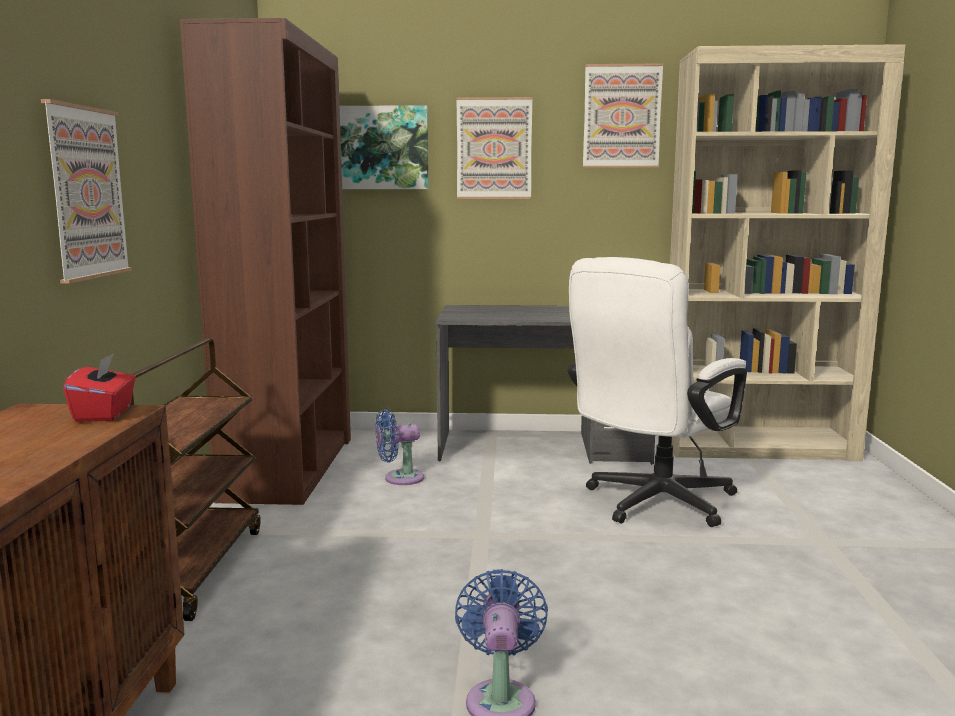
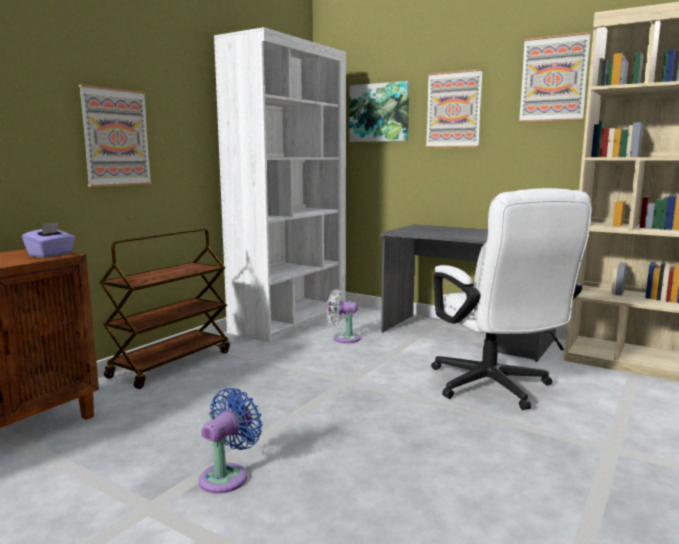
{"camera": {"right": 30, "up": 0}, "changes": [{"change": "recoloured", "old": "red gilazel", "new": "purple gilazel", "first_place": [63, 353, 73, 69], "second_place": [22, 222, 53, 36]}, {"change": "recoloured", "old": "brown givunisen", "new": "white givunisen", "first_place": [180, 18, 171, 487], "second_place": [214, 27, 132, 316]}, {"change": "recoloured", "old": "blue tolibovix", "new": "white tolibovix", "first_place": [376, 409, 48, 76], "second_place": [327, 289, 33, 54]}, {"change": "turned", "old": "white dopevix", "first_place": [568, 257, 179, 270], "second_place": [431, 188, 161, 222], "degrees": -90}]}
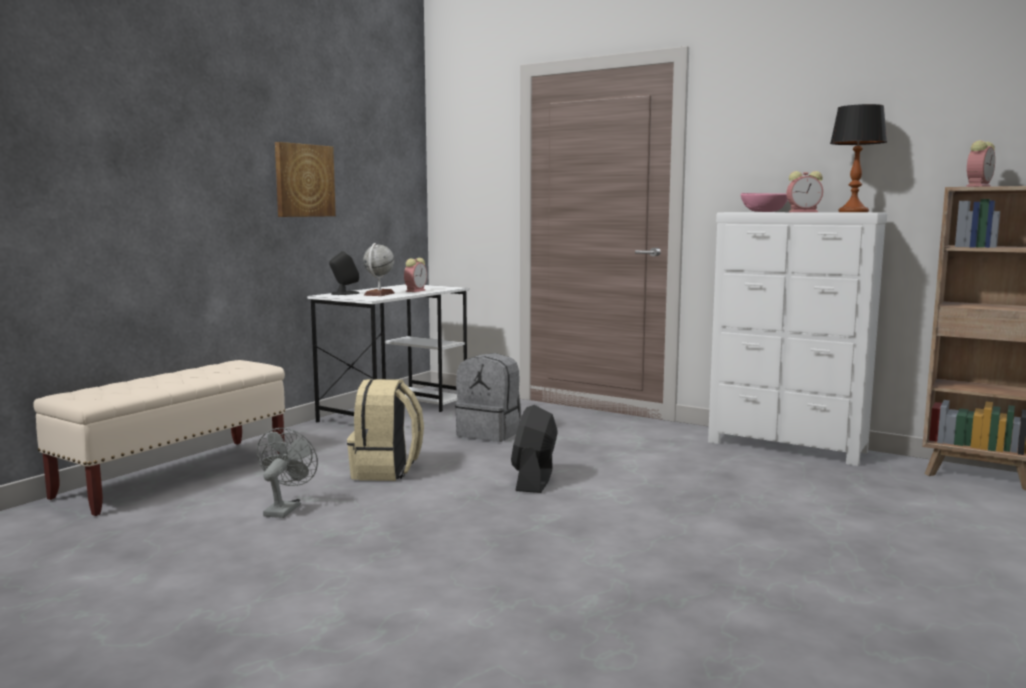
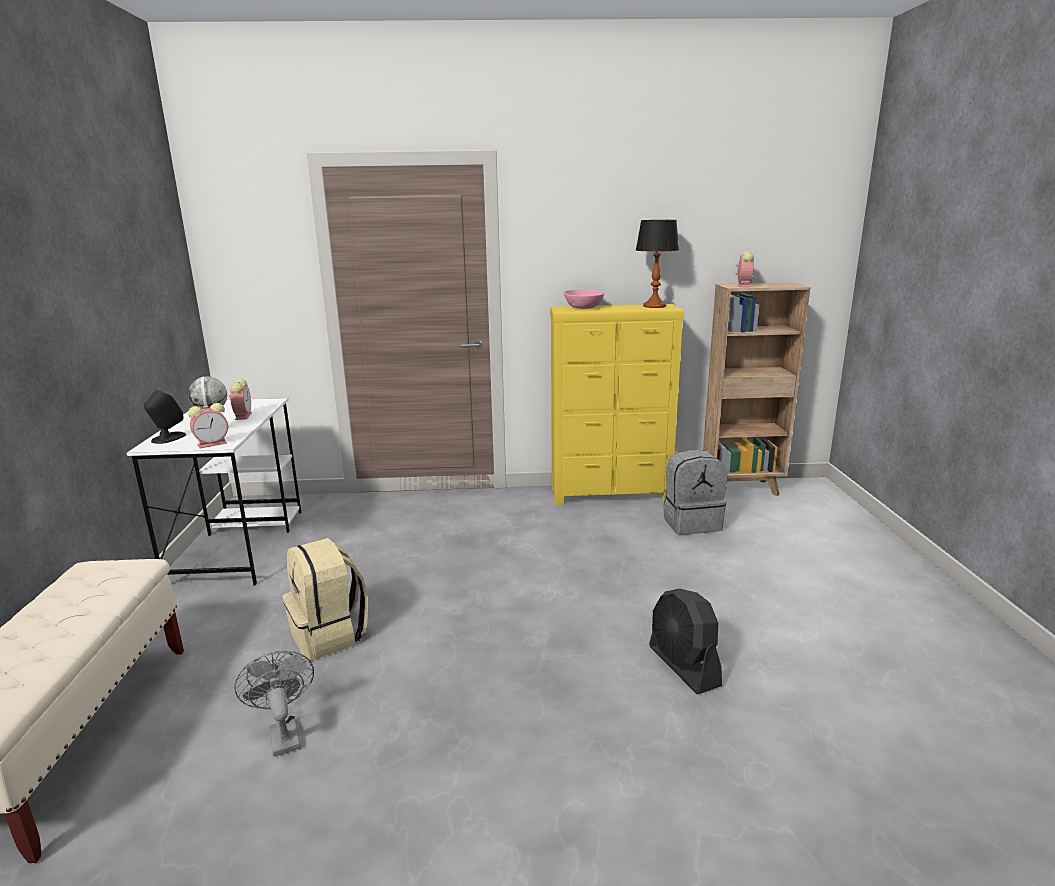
{"camera": {"right": -35, "up": 10}, "changes": [{"change": "moved", "old": "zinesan", "first_place": [786, 171, 37, 41], "second_place": [188, 403, 40, 45]}, {"change": "recoloured", "old": "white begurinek", "new": "yellow begurinek", "first_place": [708, 212, 179, 254], "second_place": [550, 304, 134, 201]}, {"change": "moved", "old": "black tolibovix", "first_place": [511, 405, 46, 88], "second_place": [649, 588, 73, 107]}, {"change": "moved", "old": "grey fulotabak", "first_place": [455, 353, 66, 89], "second_place": [663, 449, 64, 86]}, {"change": "removed", "old": "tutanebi", "first_place": [275, 142, 61, 75]}]}
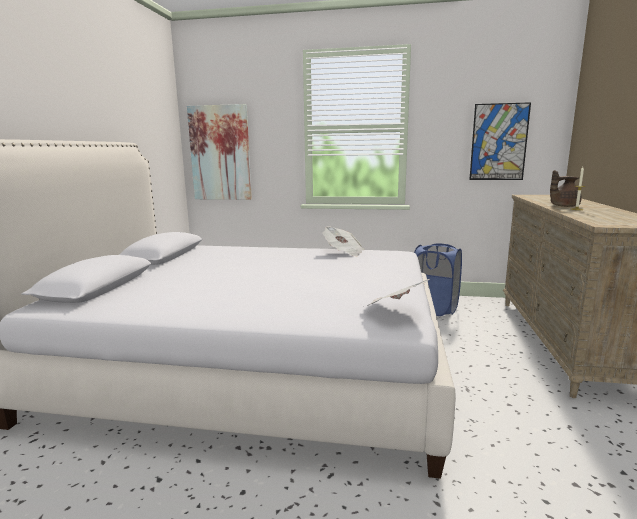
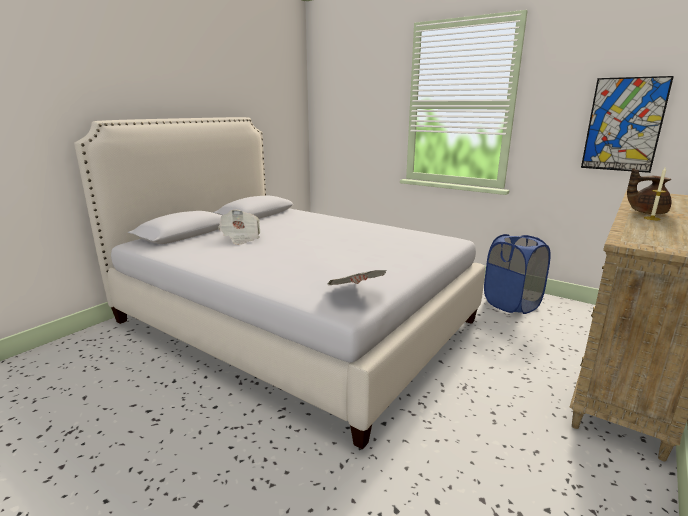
{"camera": {"right": 25, "up": 5}, "changes": [{"change": "moved", "old": "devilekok", "first_place": [323, 226, 41, 31], "second_place": [218, 210, 42, 35]}, {"change": "removed", "old": "tutanebi", "first_place": [187, 104, 65, 96]}]}
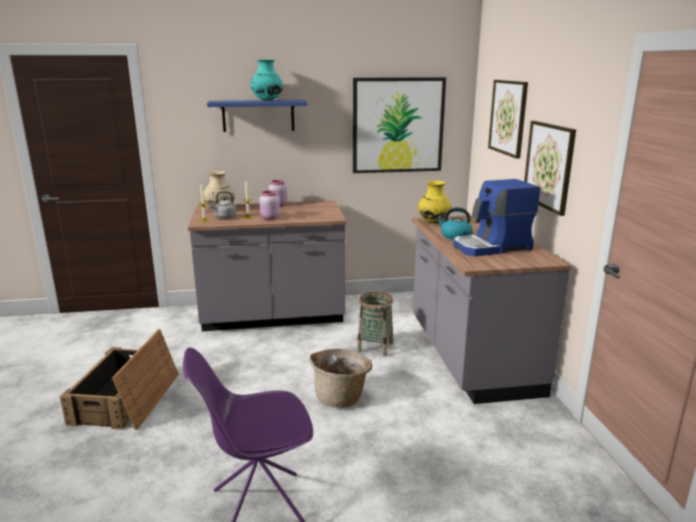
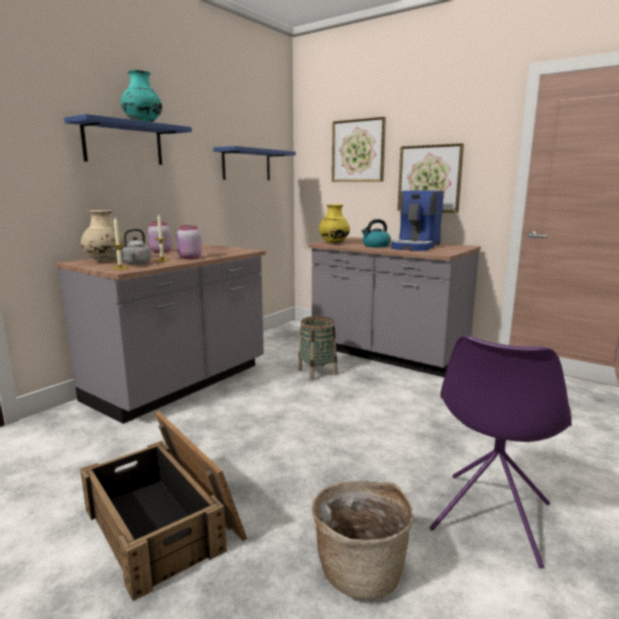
{"camera": {"right": -45, "up": -5}, "changes": [{"change": "replaced", "old": "tutanebi", "new": "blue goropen", "first_place": [353, 77, 93, 96], "second_place": [213, 146, 83, 34]}, {"change": "moved", "old": "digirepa", "first_place": [309, 349, 63, 59], "second_place": [312, 481, 101, 119]}]}
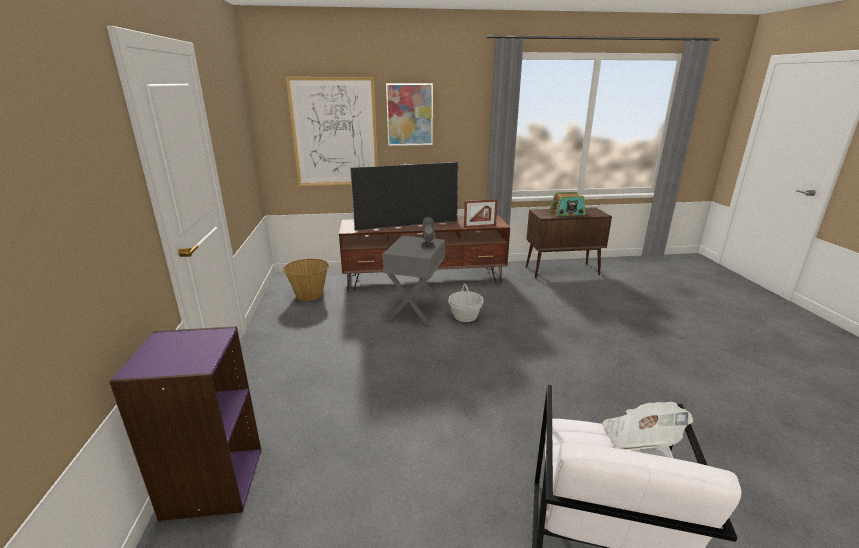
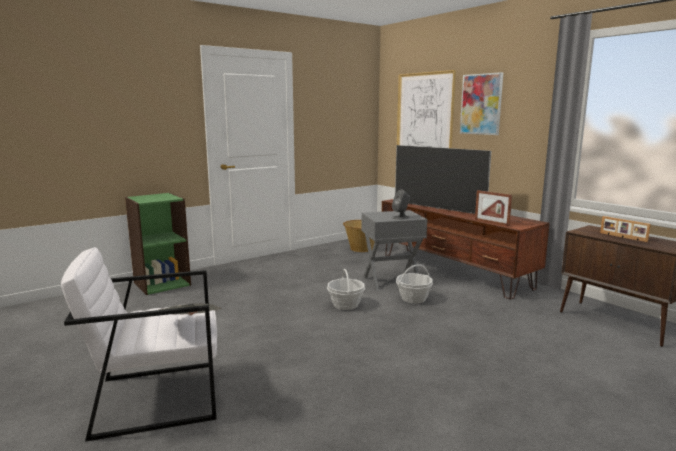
{"camera": {"right": 60, "up": -10}, "changes": [{"change": "recoloured", "old": "purple givunisen", "new": "green givunisen", "first_place": [109, 326, 152, 195], "second_place": [125, 193, 66, 102]}, {"change": "added", "new": "digirepa", "second_place": [327, 269, 38, 41]}, {"change": "replaced", "old": "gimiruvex", "new": "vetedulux", "first_place": [549, 192, 37, 24], "second_place": [600, 216, 51, 26]}]}
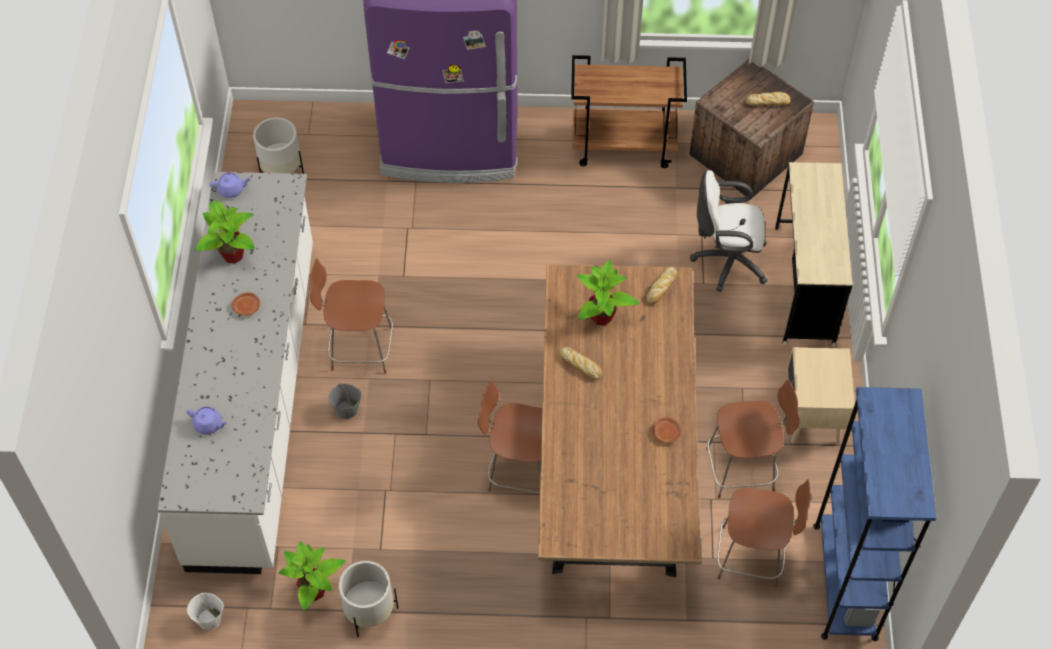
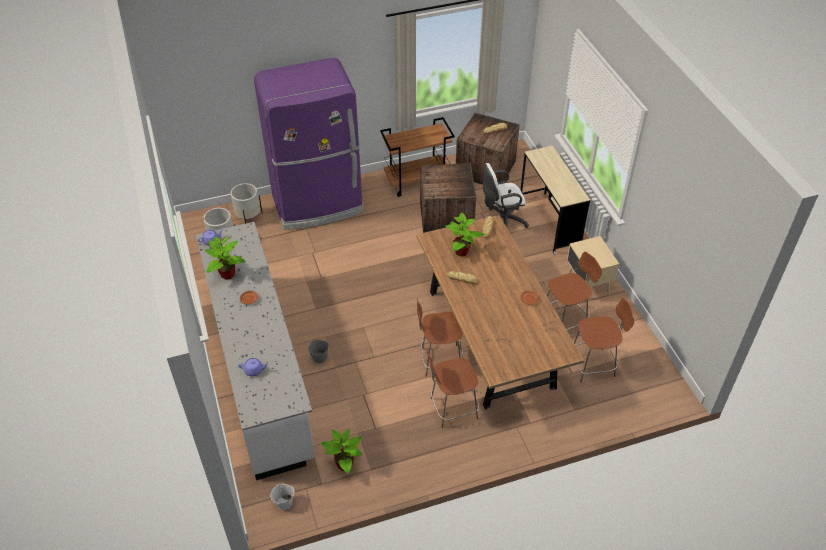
{"camera": {"right": -20, "up": -10}, "changes": [{"change": "moved", "old": "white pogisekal", "first_place": [339, 561, 59, 76], "second_place": [231, 183, 31, 41]}, {"change": "added", "new": "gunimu", "second_place": [420, 163, 56, 70]}, {"change": "moved", "old": "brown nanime", "first_place": [310, 258, 83, 115], "second_place": [427, 351, 52, 77]}, {"change": "removed", "old": "blue givunisen", "first_place": [813, 387, 124, 254]}]}
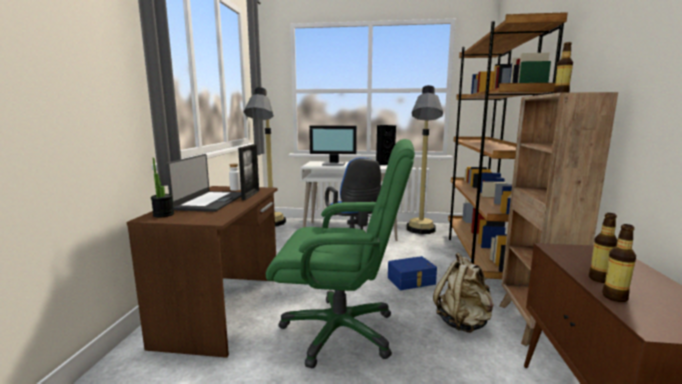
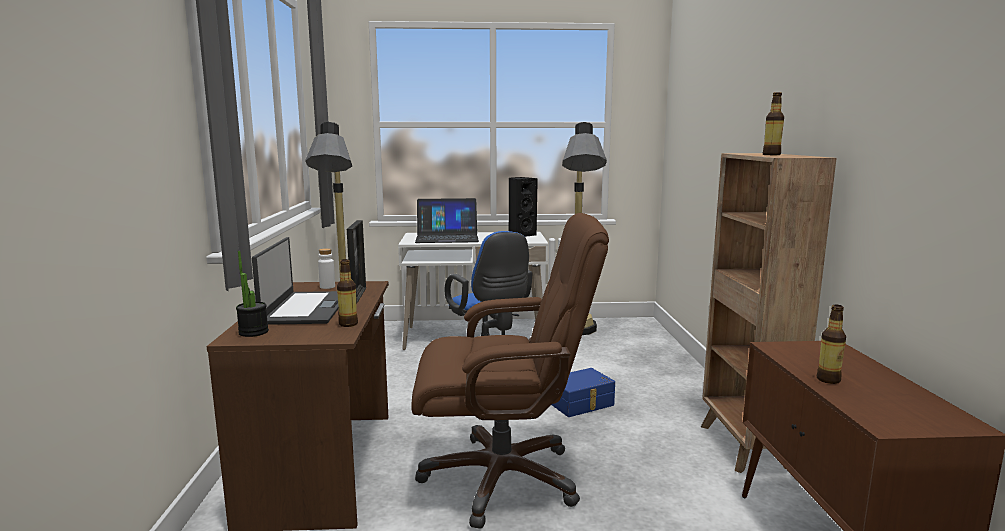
{"camera": {"right": -10, "up": 0}, "changes": [{"change": "moved", "old": "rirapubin", "first_place": [602, 224, 34, 78], "second_place": [337, 259, 21, 68]}, {"change": "recoloured", "old": "green dopevix", "new": "brown dopevix", "first_place": [266, 139, 149, 229], "second_place": [411, 213, 198, 316]}, {"change": "replaced", "old": "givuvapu", "new": "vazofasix", "first_place": [309, 126, 48, 40], "second_place": [415, 198, 64, 45]}, {"change": "removed", "old": "beige fulotabak", "first_place": [433, 253, 61, 80]}, {"change": "removed", "old": "brown givunisen", "first_place": [448, 12, 120, 267]}]}
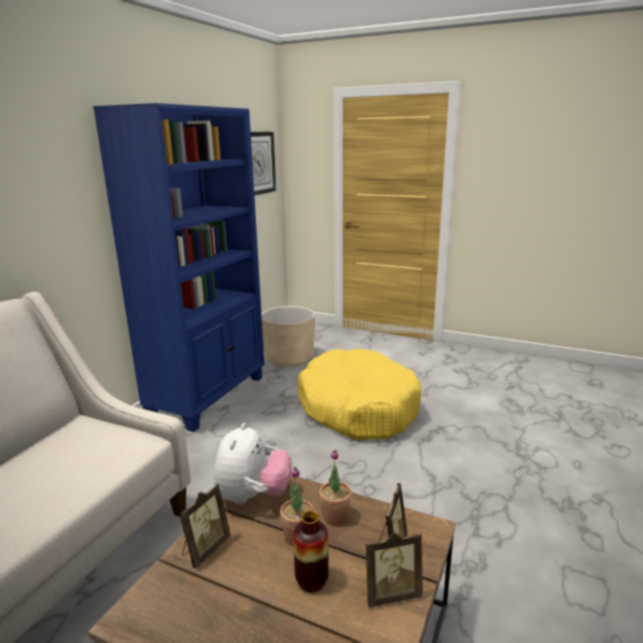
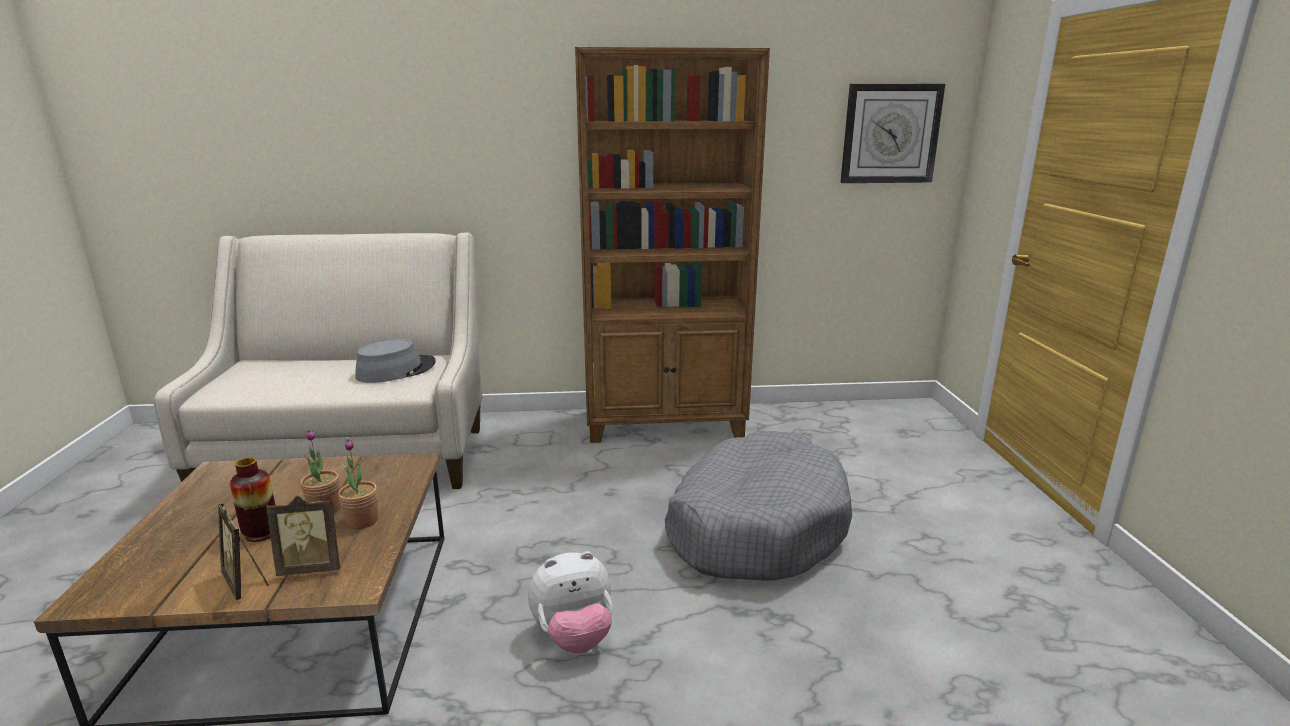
{"camera": {"right": 60, "up": 0}, "changes": [{"change": "added", "new": "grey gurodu", "second_place": [355, 339, 81, 44]}, {"change": "moved", "old": "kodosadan", "first_place": [214, 422, 78, 83], "second_place": [528, 551, 85, 102]}, {"change": "recoloured", "old": "blue givunisen", "new": "brown givunisen", "first_place": [93, 103, 171, 329], "second_place": [575, 47, 195, 396]}, {"change": "recoloured", "old": "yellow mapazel", "new": "grey mapazel", "first_place": [298, 349, 124, 91], "second_place": [665, 431, 187, 149]}, {"change": "removed", "old": "vetedulux", "first_place": [179, 484, 52, 85]}, {"change": "removed", "old": "beige pogisekal", "first_place": [261, 306, 54, 61]}]}
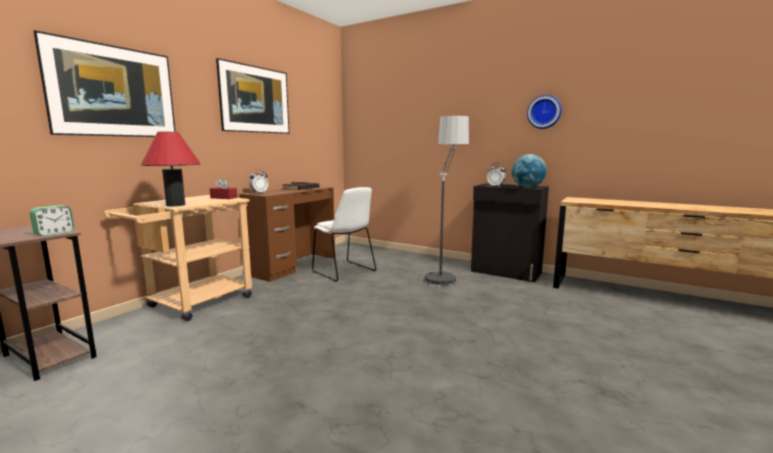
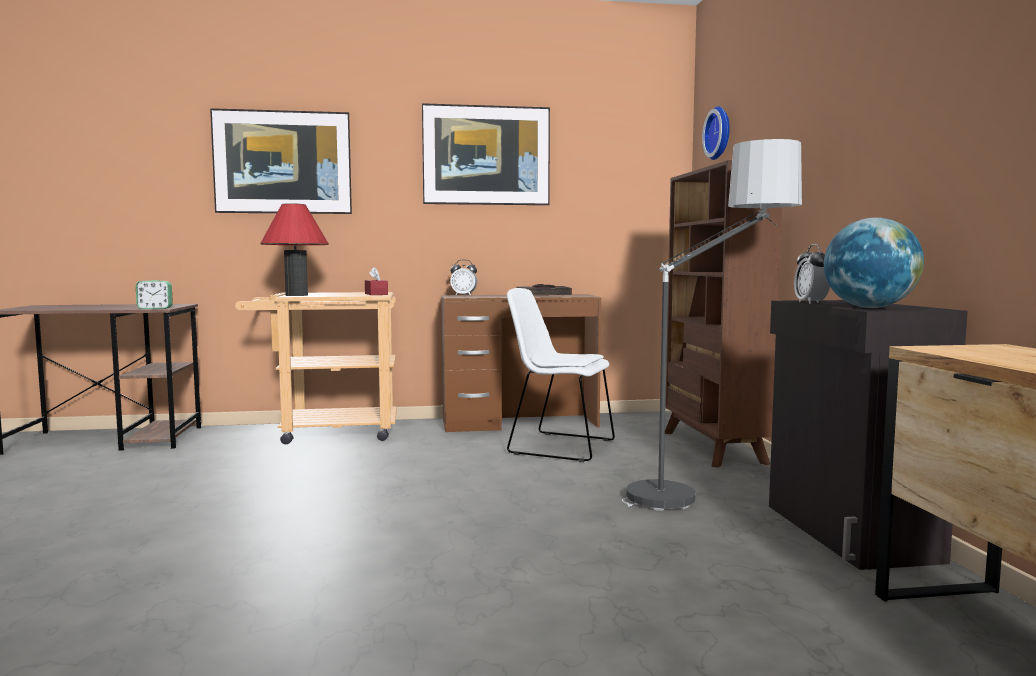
{"camera": {"right": 50, "up": -5}, "changes": [{"change": "turned", "old": "white nanime", "first_place": [312, 187, 64, 95], "second_place": [507, 288, 108, 174], "degrees": 105}, {"change": "added", "new": "brown givunisen", "second_place": [665, 160, 117, 308]}, {"change": "moved", "old": "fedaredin", "first_place": [527, 95, 35, 34], "second_place": [702, 106, 28, 54]}]}
